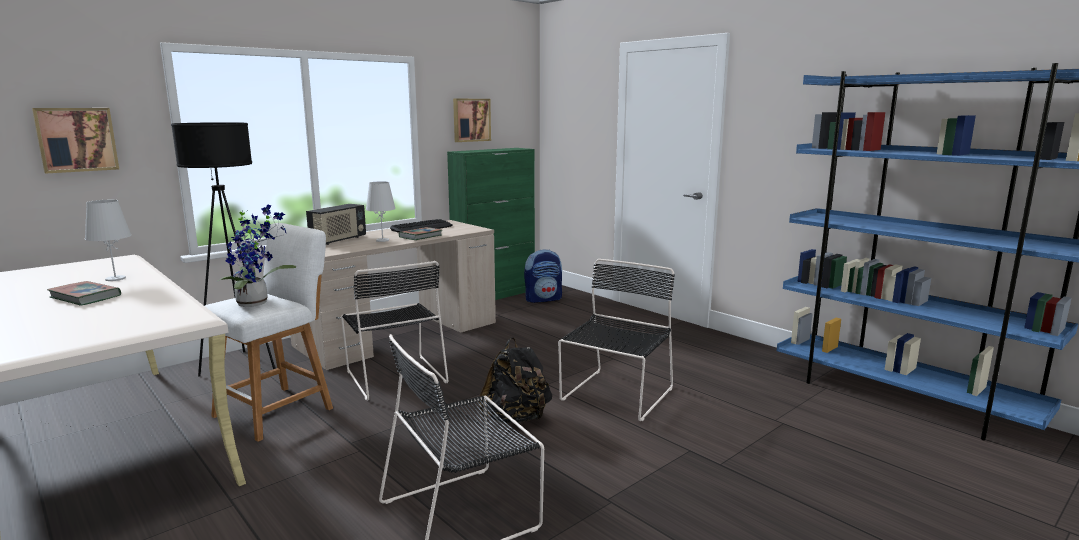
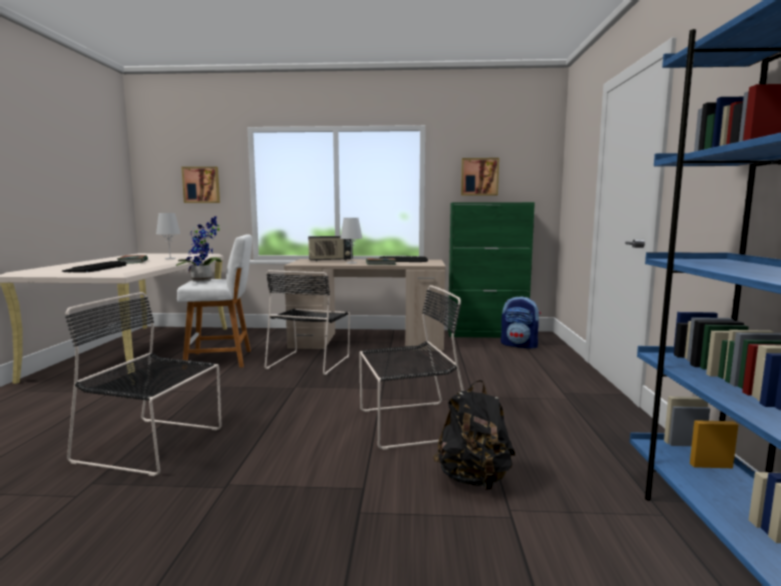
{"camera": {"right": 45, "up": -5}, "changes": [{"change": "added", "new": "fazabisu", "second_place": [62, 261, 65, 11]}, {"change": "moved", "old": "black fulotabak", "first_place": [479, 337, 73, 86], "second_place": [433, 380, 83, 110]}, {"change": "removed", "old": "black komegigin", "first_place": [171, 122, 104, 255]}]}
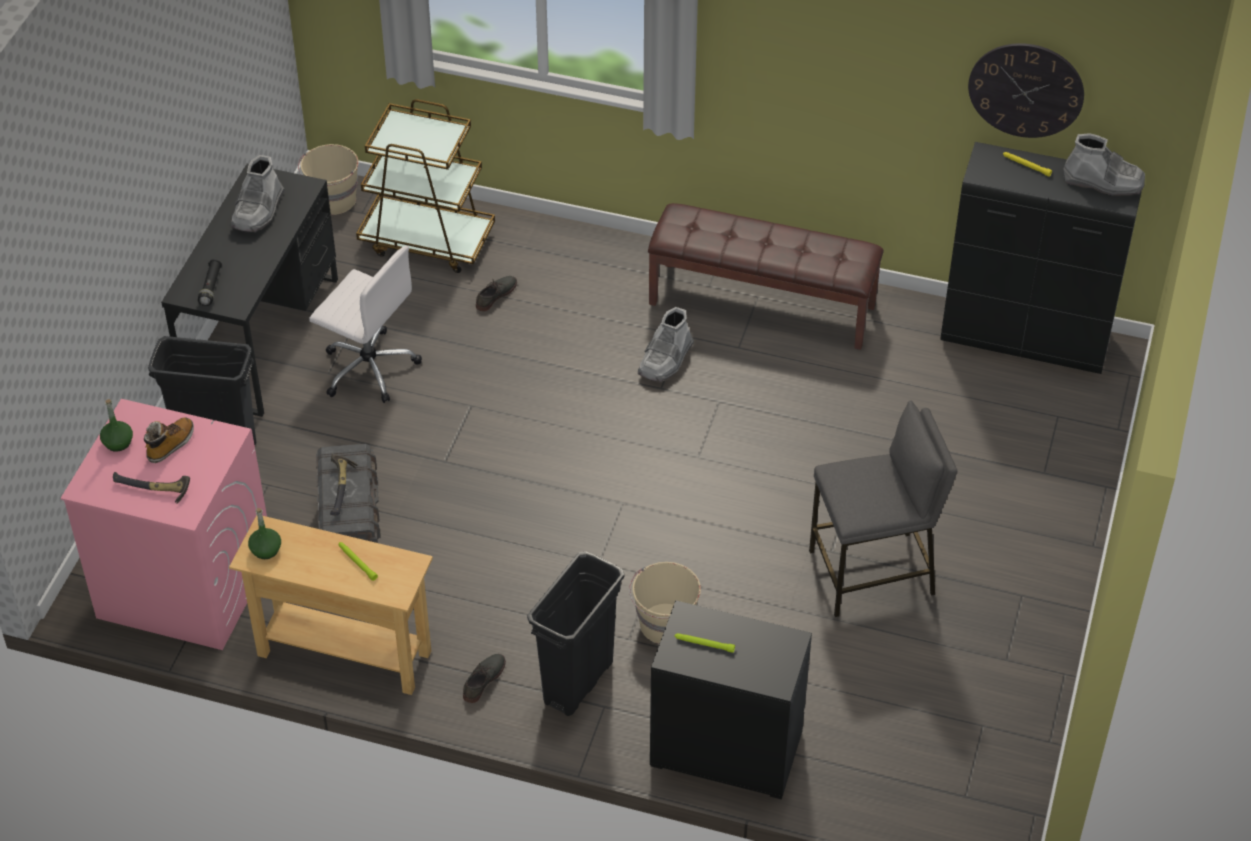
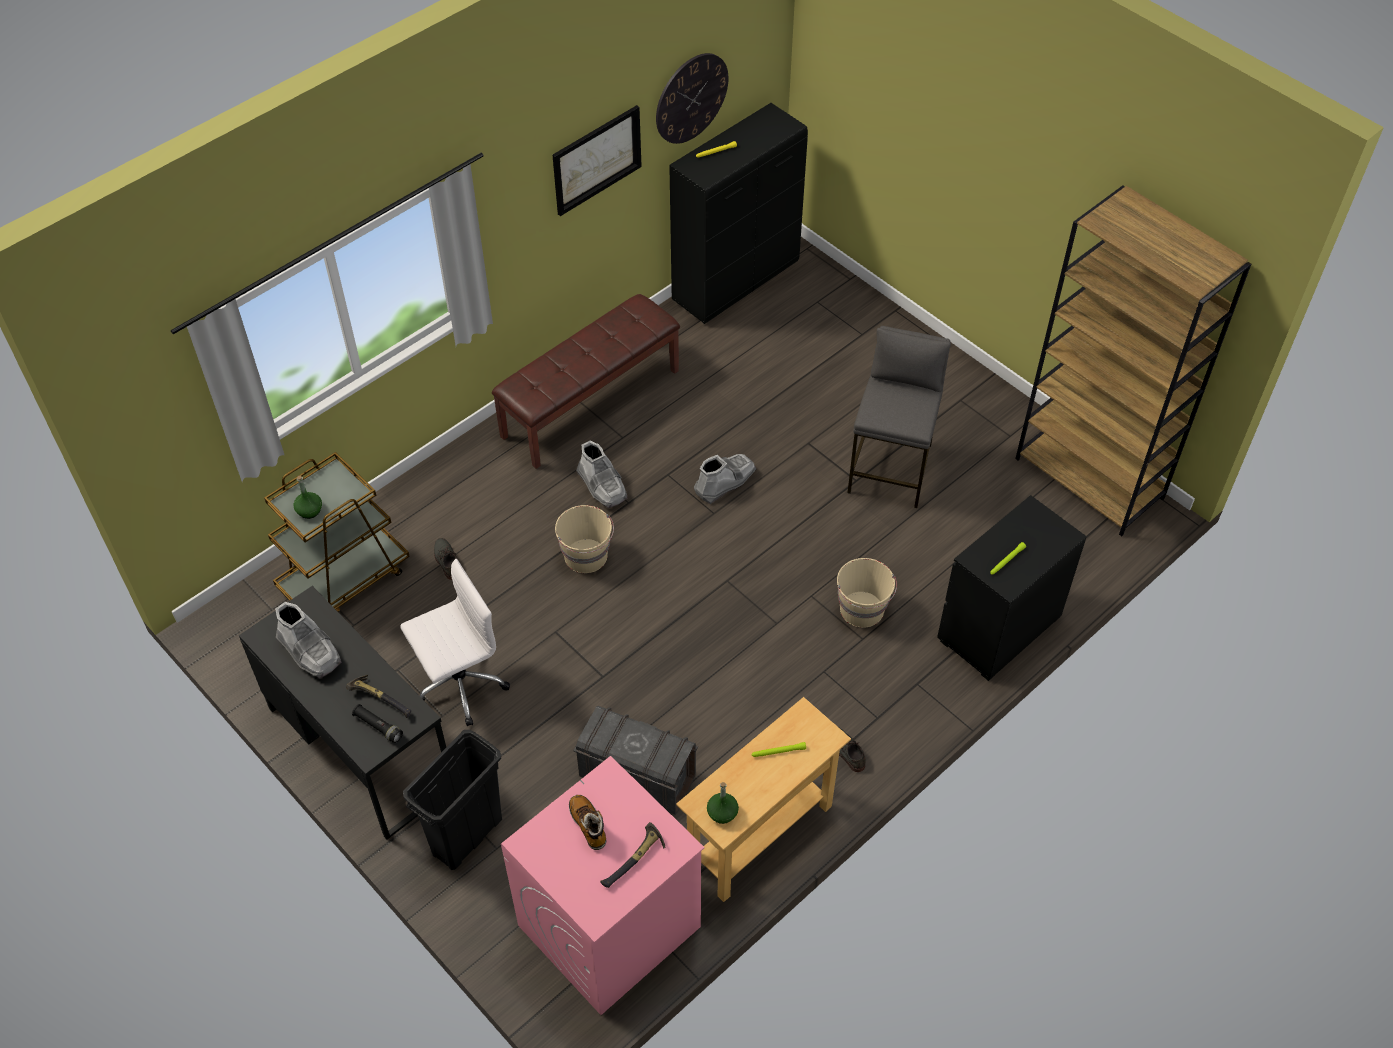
{"camera": {"right": -60, "up": 5}, "changes": [{"change": "moved", "old": "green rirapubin", "first_place": [100, 399, 33, 53], "second_place": [294, 476, 28, 43]}, {"change": "moved", "old": "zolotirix", "first_place": [330, 454, 27, 62], "second_place": [346, 675, 65, 43]}, {"change": "added", "new": "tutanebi", "second_place": [553, 105, 89, 111]}, {"change": "moved", "old": "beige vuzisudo", "first_place": [298, 144, 60, 71], "second_place": [555, 505, 59, 68]}, {"change": "moved", "old": "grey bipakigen", "first_place": [1063, 133, 82, 63], "second_place": [694, 454, 62, 50]}, {"change": "added", "new": "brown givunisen", "second_place": [1015, 185, 236, 351]}, {"change": "removed", "old": "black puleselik", "first_place": [527, 551, 97, 165]}]}
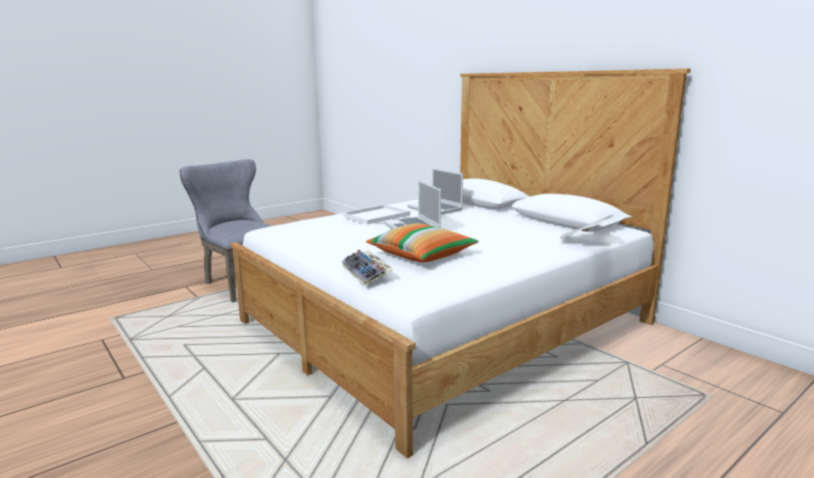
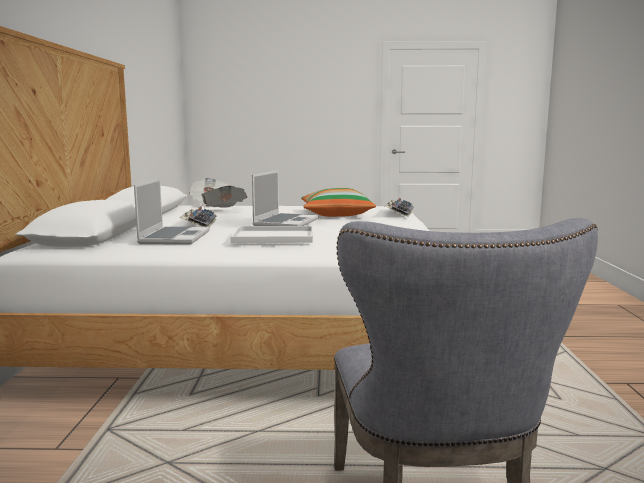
{"camera": {"right": -140, "up": -5}, "changes": [{"change": "added", "new": "fazabisu", "second_place": [180, 207, 37, 20]}, {"change": "added", "new": "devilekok", "second_place": [202, 186, 46, 22]}]}
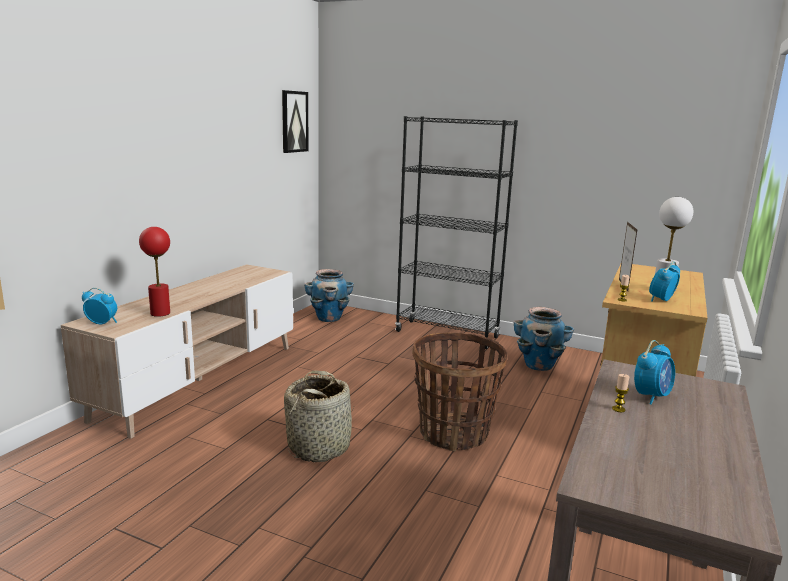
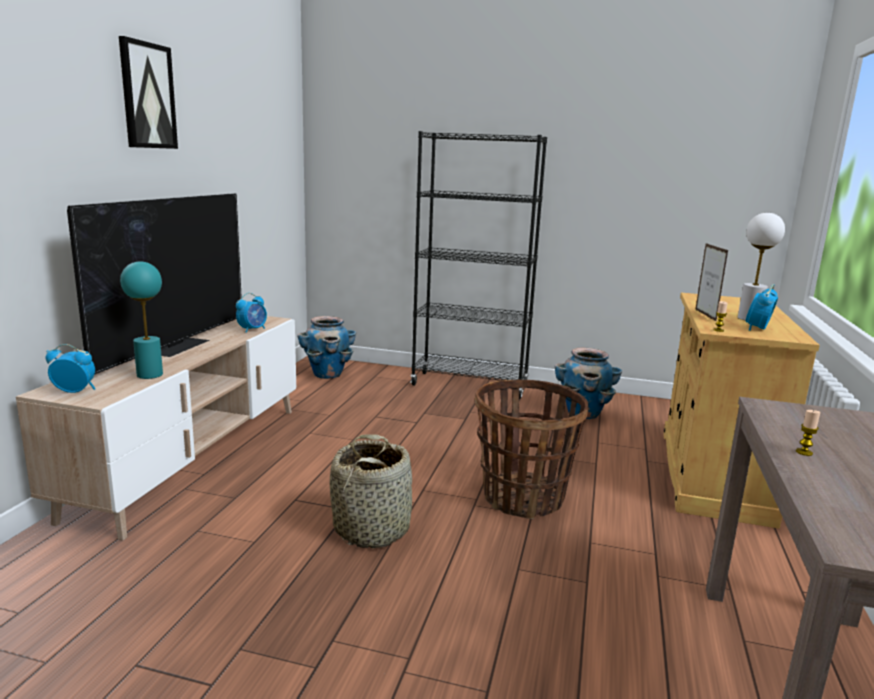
{"camera": {"right": -10, "up": 0}, "changes": [{"change": "added", "new": "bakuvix", "second_place": [67, 193, 175, 182]}, {"change": "moved", "old": "tutanebi", "first_place": [282, 90, 27, 63], "second_place": [119, 36, 59, 113]}, {"change": "recoloured", "old": "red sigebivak", "new": "turquoise sigebivak", "first_place": [139, 227, 31, 90], "second_place": [120, 262, 43, 117]}, {"change": "moved", "old": "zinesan", "first_place": [634, 340, 41, 64], "second_place": [236, 293, 31, 40]}]}
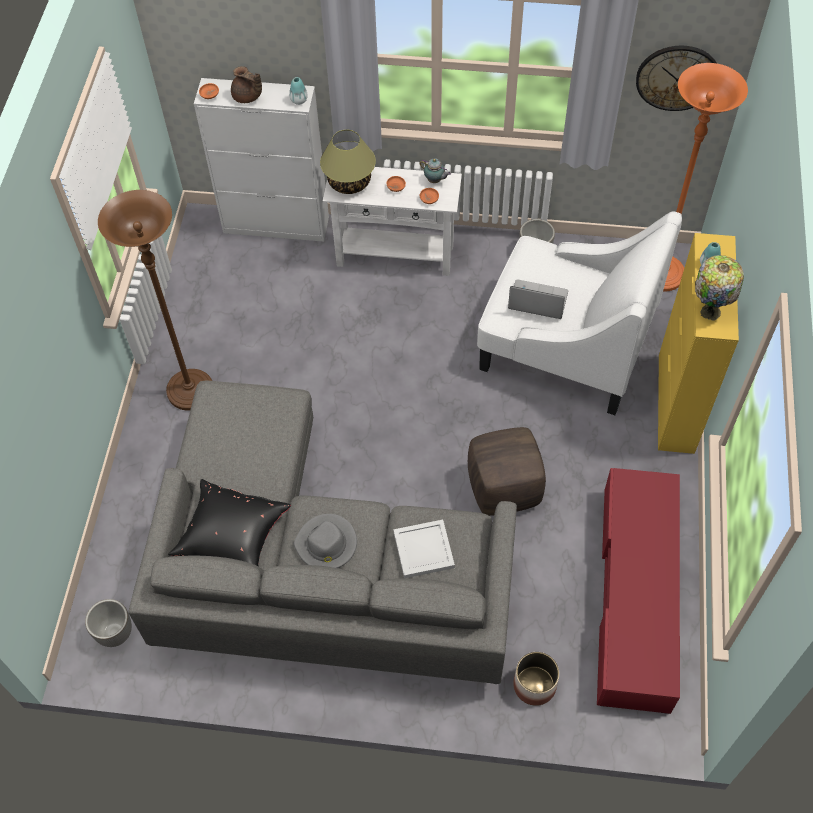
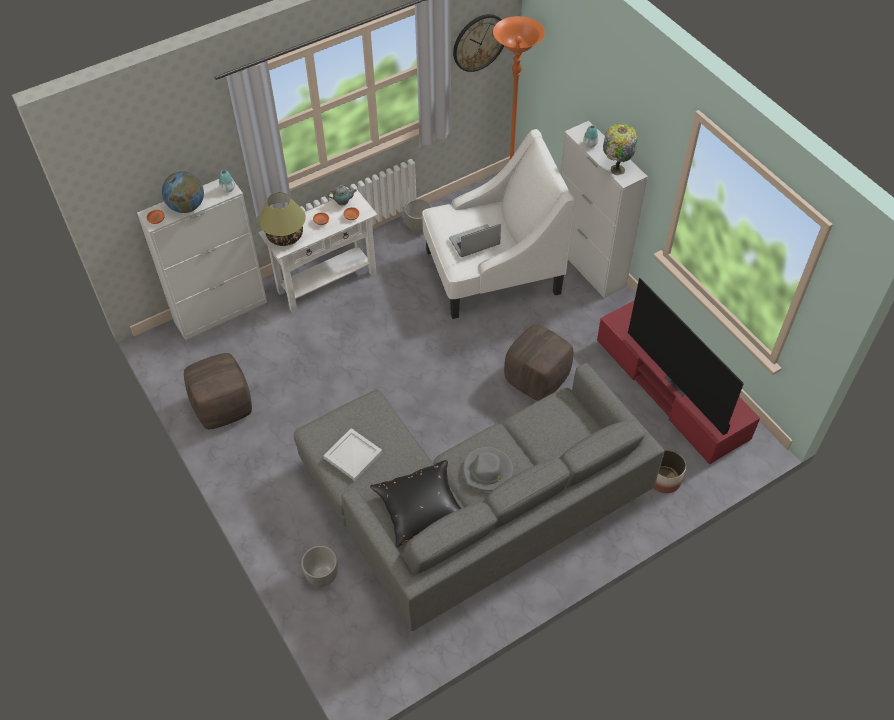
{"camera": {"right": -40, "up": -5}, "changes": [{"change": "replaced", "old": "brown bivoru", "new": "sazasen", "first_place": [231, 66, 31, 37], "second_place": [162, 171, 42, 42]}, {"change": "added", "new": "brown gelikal", "second_place": [184, 353, 68, 76]}, {"change": "moved", "old": "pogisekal", "first_place": [85, 599, 47, 48], "second_place": [301, 545, 37, 42]}, {"change": "moved", "old": "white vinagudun", "first_place": [393, 520, 62, 58], "second_place": [323, 428, 59, 53]}, {"change": "recoloured", "old": "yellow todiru", "new": "white todiru", "first_place": [658, 233, 81, 221], "second_place": [560, 121, 88, 177]}, {"change": "added", "new": "bakuvix", "second_place": [628, 278, 116, 157]}, {"change": "removed", "old": "brown komegigin", "first_place": [98, 190, 114, 220]}]}
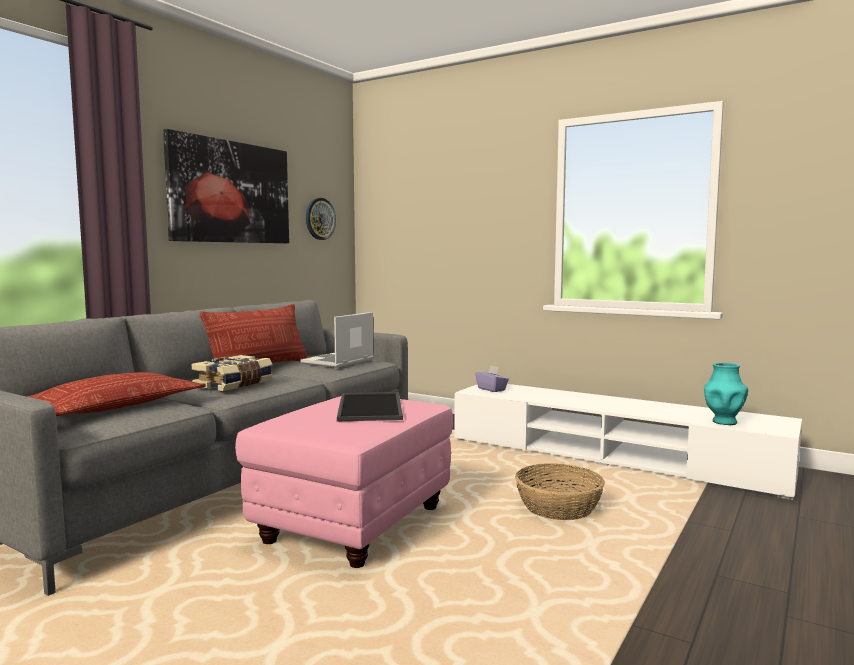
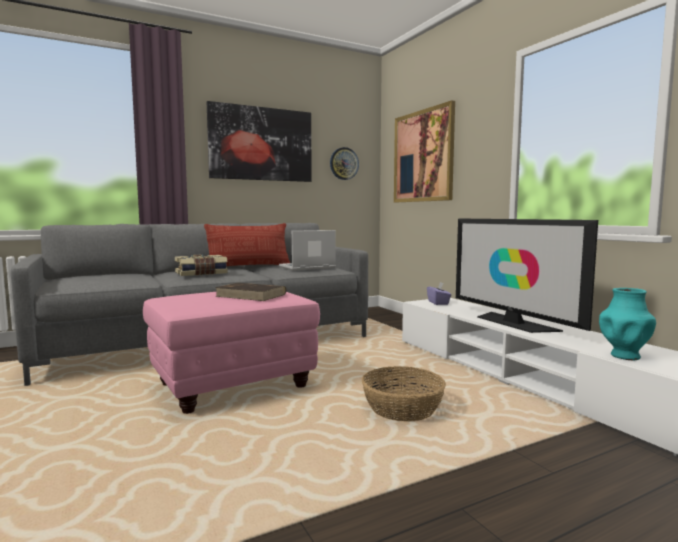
{"camera": {"right": 30, "up": 0}, "changes": [{"change": "replaced", "old": "vinagudun", "new": "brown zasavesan", "first_place": [337, 392, 66, 29], "second_place": [215, 283, 71, 18]}, {"change": "added", "new": "tutanebi", "second_place": [394, 100, 61, 102]}, {"change": "added", "new": "bakuvix", "second_place": [456, 219, 142, 114]}, {"change": "removed", "old": "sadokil", "first_place": [27, 372, 179, 44]}]}
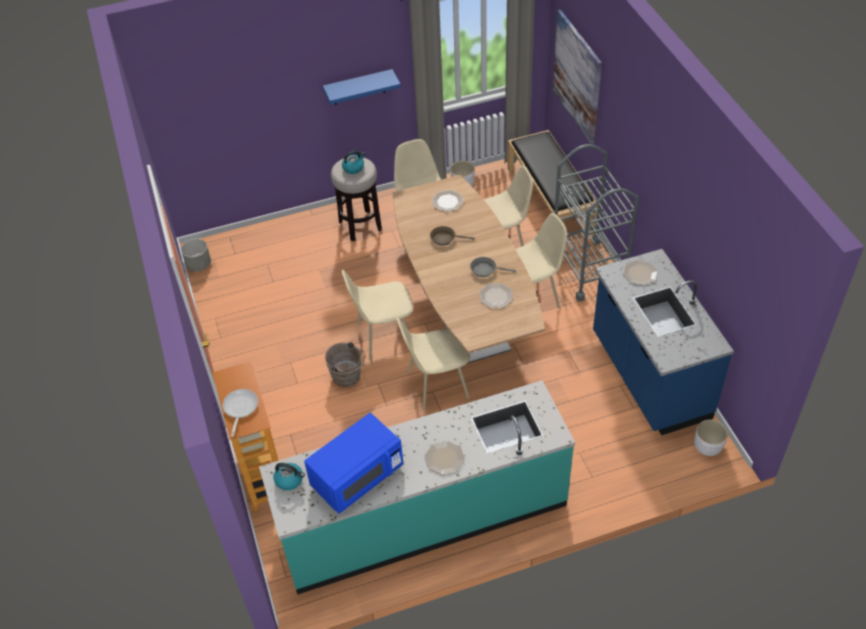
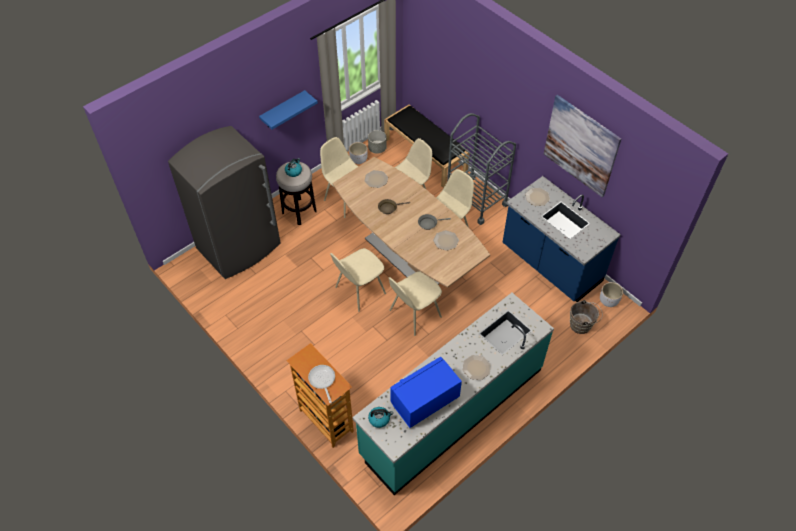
{"camera": {"right": -25, "up": 5}, "changes": [{"change": "added", "new": "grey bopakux", "second_place": [168, 126, 113, 153]}, {"change": "moved", "old": "grey pogisekal", "first_place": [181, 239, 30, 33], "second_place": [368, 130, 19, 24]}, {"change": "turned", "old": "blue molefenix", "first_place": [304, 413, 100, 100], "second_place": [390, 357, 72, 71], "degrees": -150}, {"change": "moved", "old": "tutanebi", "first_place": [553, 10, 49, 134], "second_place": [544, 95, 77, 102]}, {"change": "moved", "old": "brown vuzisudo", "first_place": [325, 342, 40, 45], "second_place": [570, 300, 33, 34]}]}
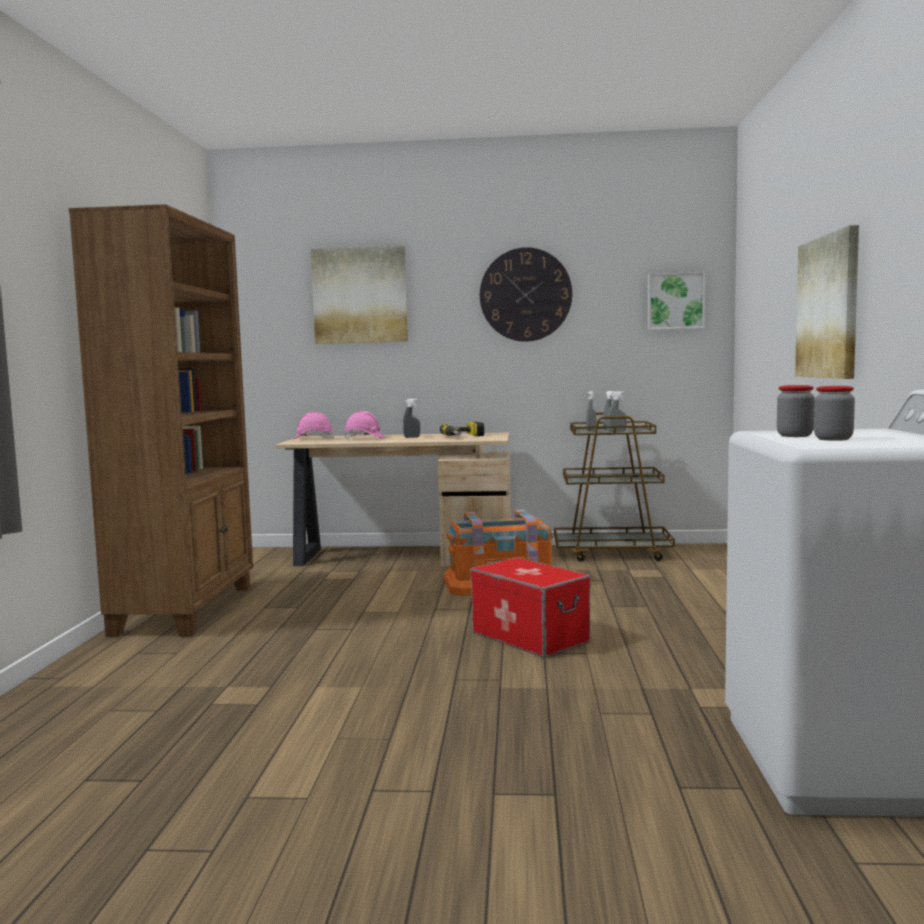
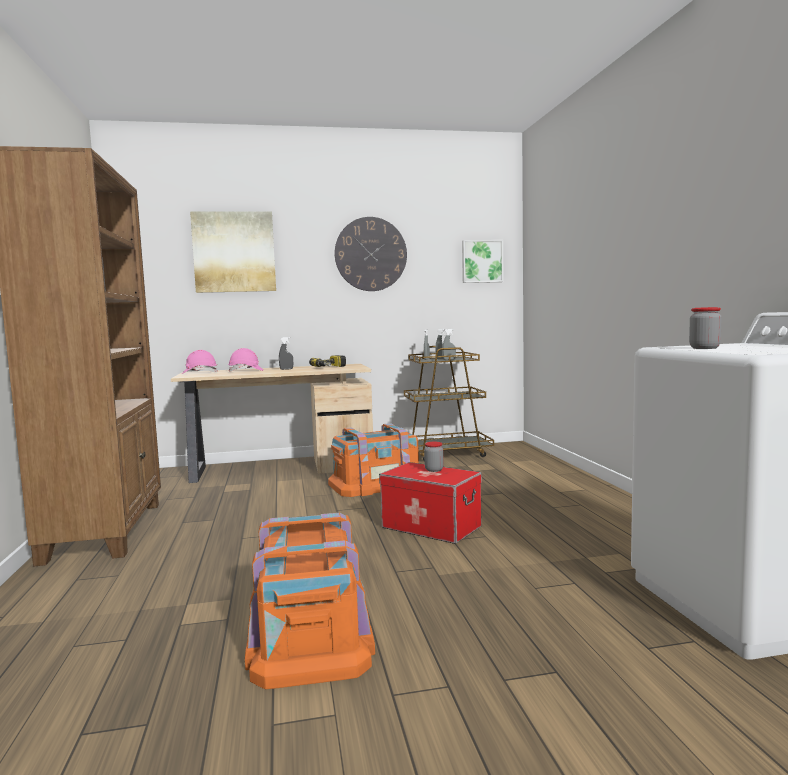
{"camera": {"right": -15, "up": 0}, "changes": [{"change": "added", "new": "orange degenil", "second_place": [245, 513, 130, 176]}, {"change": "moved", "old": "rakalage", "first_place": [814, 386, 41, 55], "second_place": [424, 442, 20, 30]}, {"change": "removed", "old": "tutanebi", "first_place": [795, 225, 64, 154]}]}
